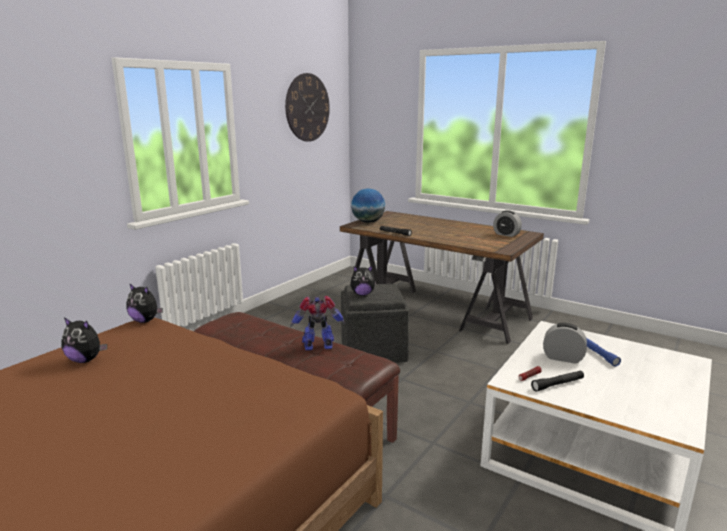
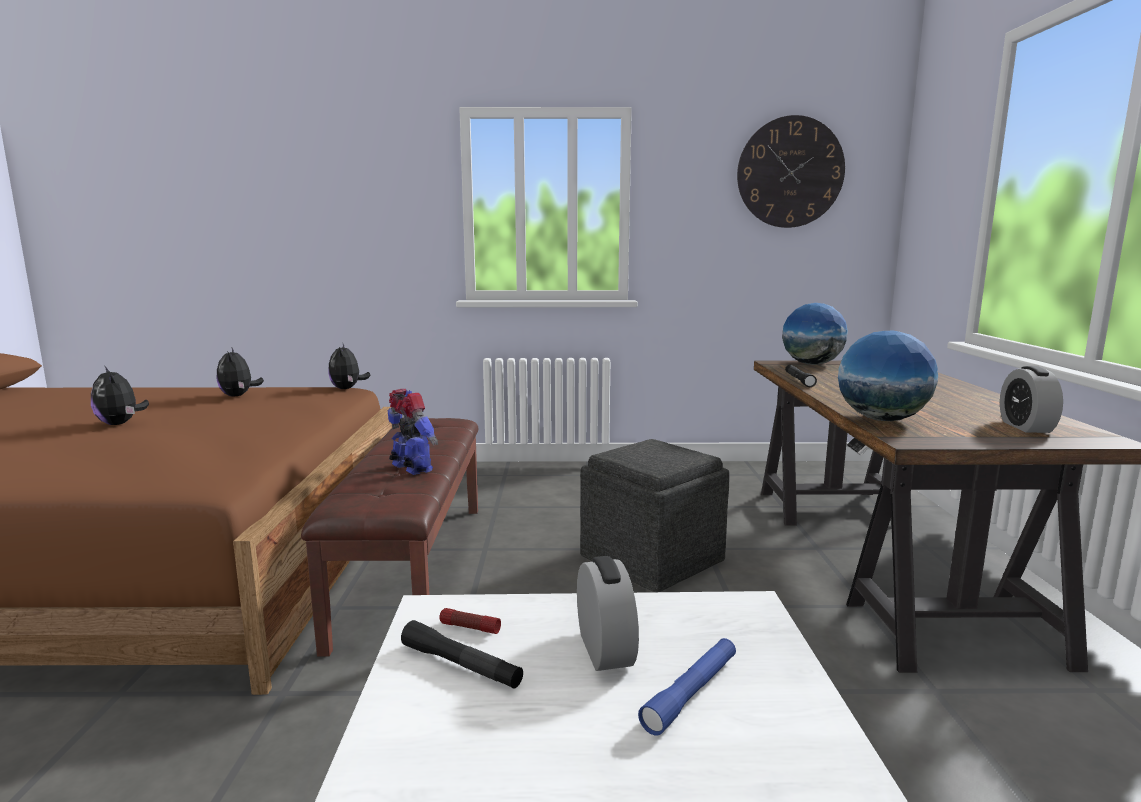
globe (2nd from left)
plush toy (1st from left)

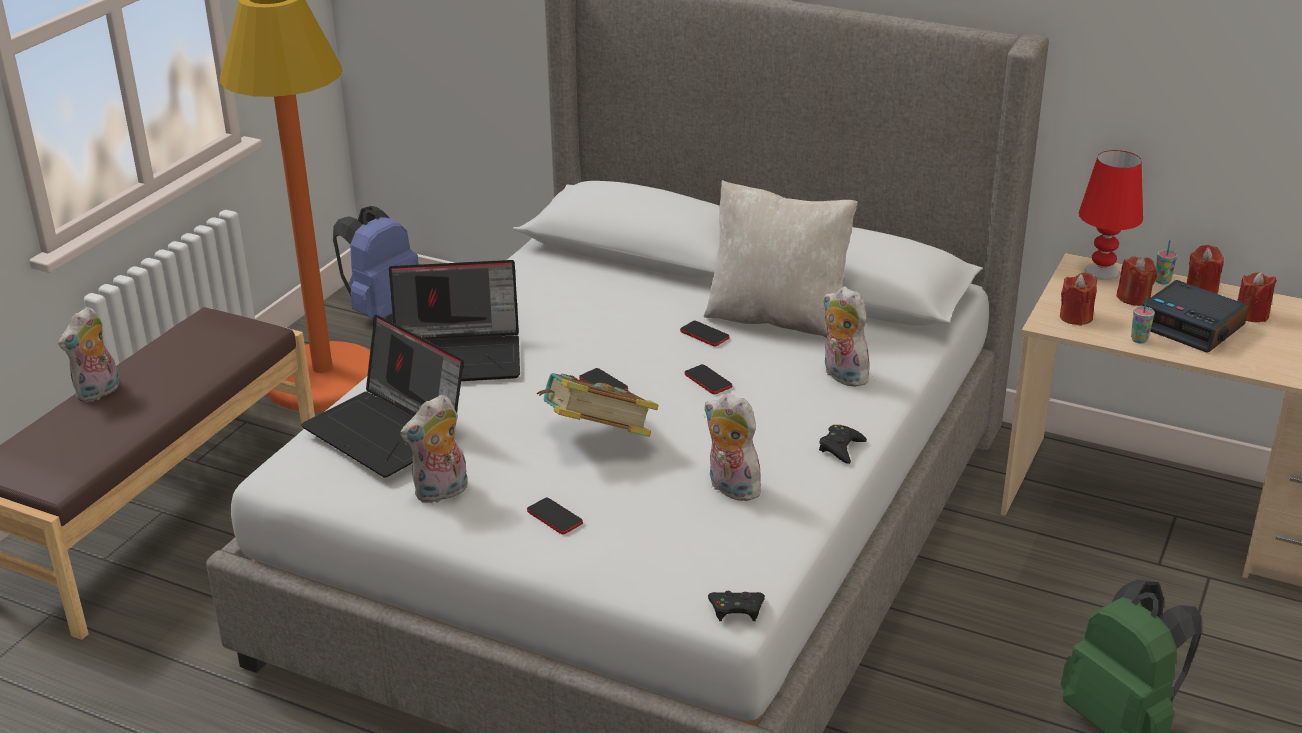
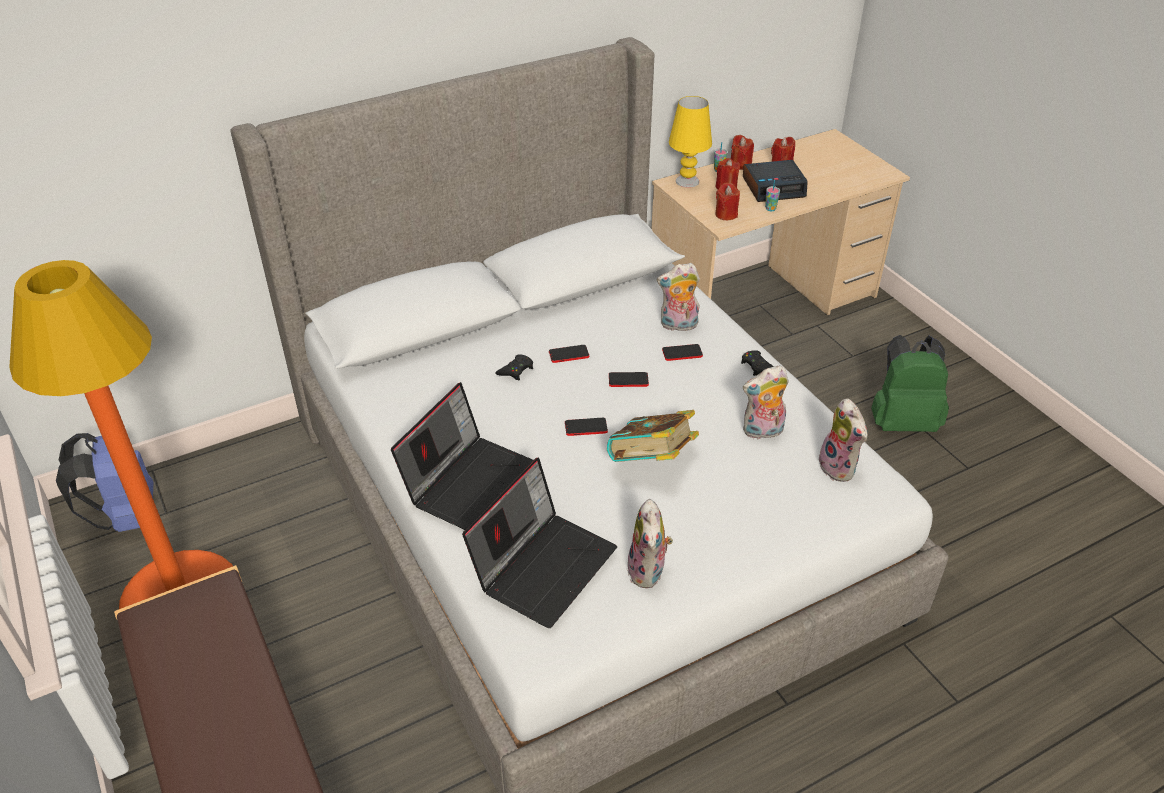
beige pillow
plush toy (4th from left)
phone (4th from left)
black game controller (1st from left)
yellow table lamp
laptop (2nd from left)

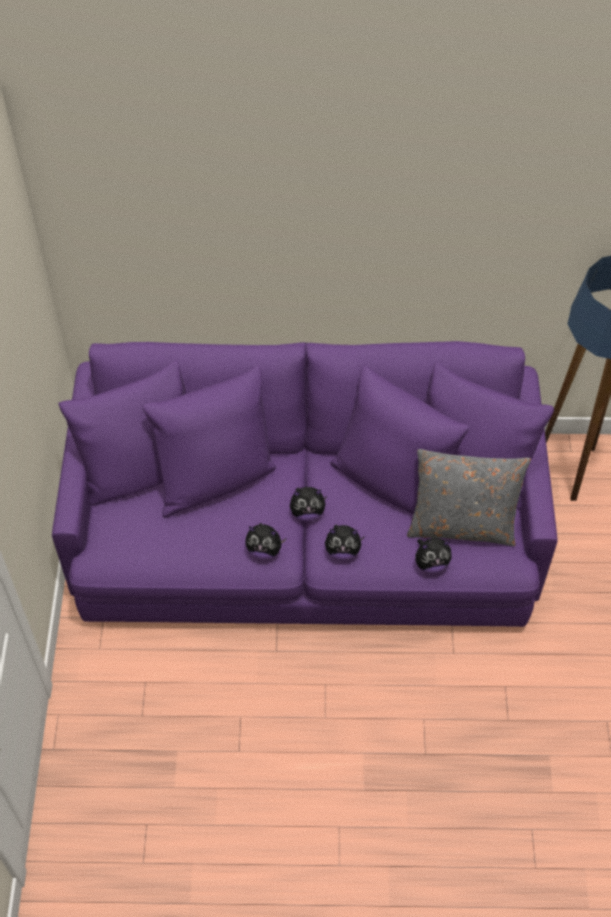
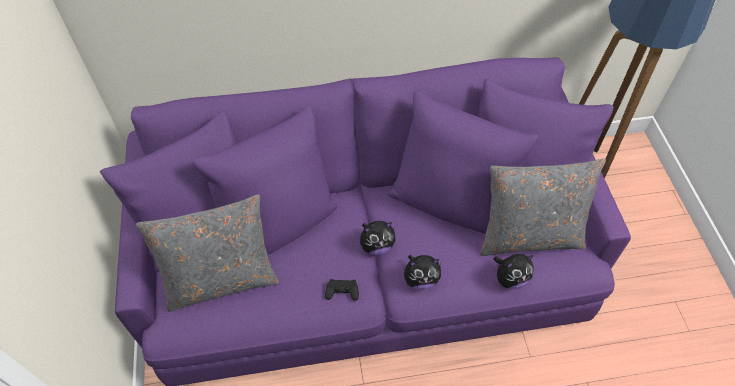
grey pillow (1st from left)
black game controller

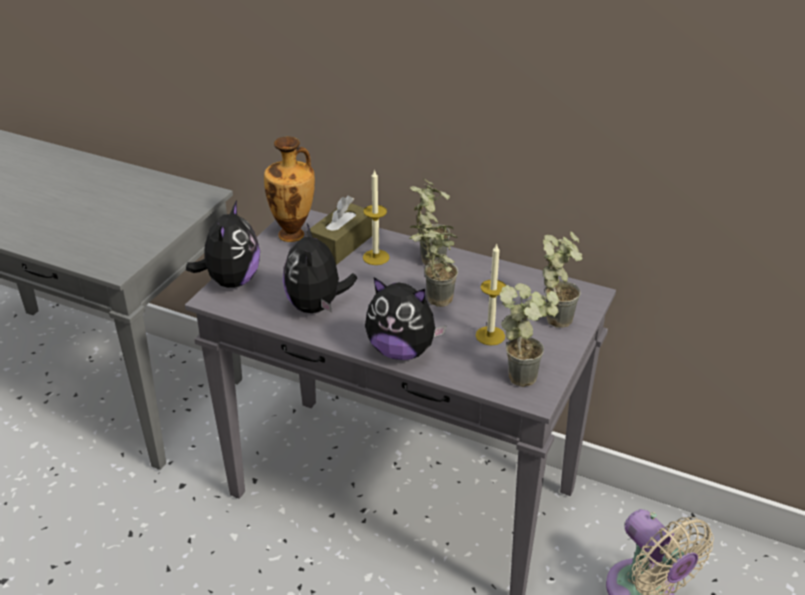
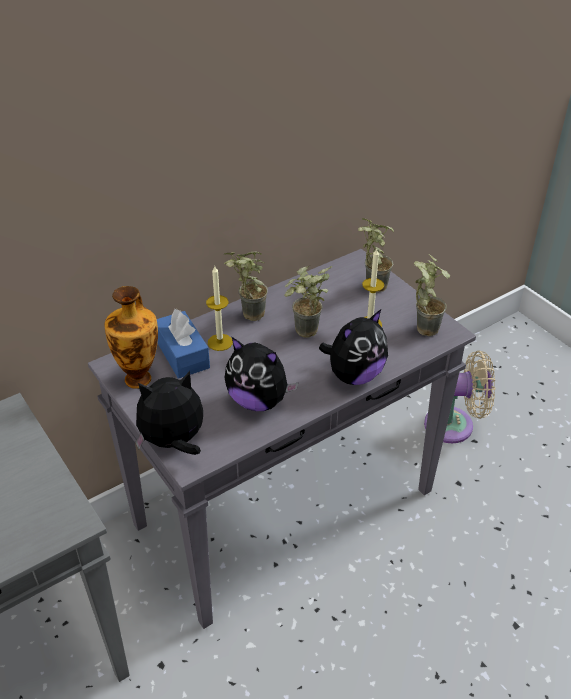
blue tissue box
plush toy (1st from left)

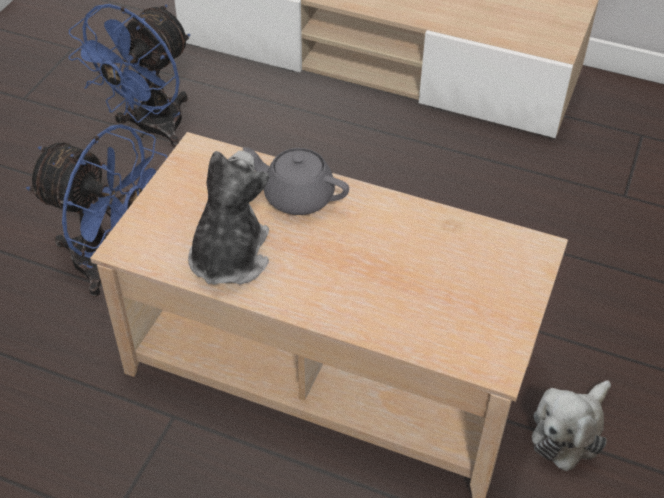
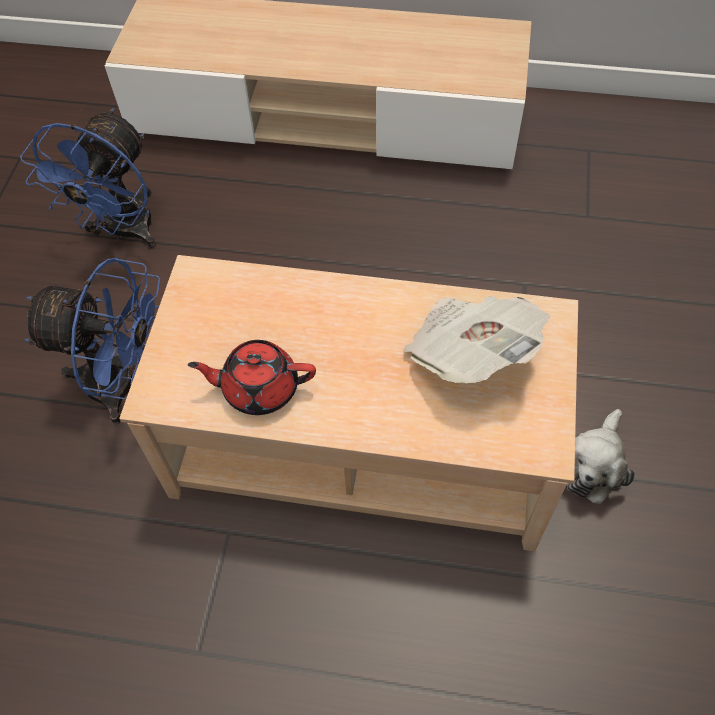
grey teapot
newspaper
red teapot

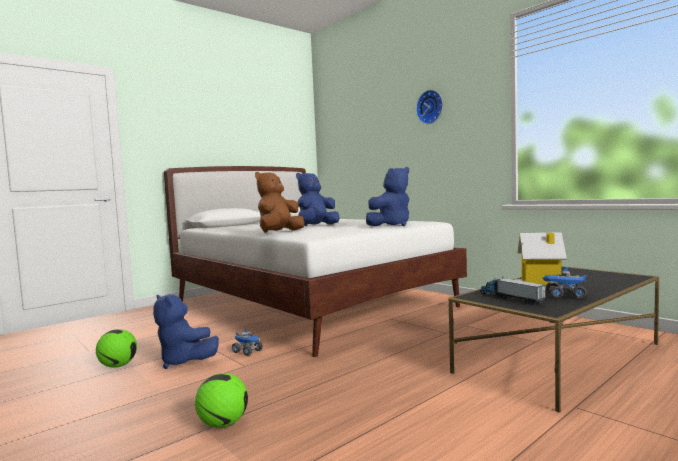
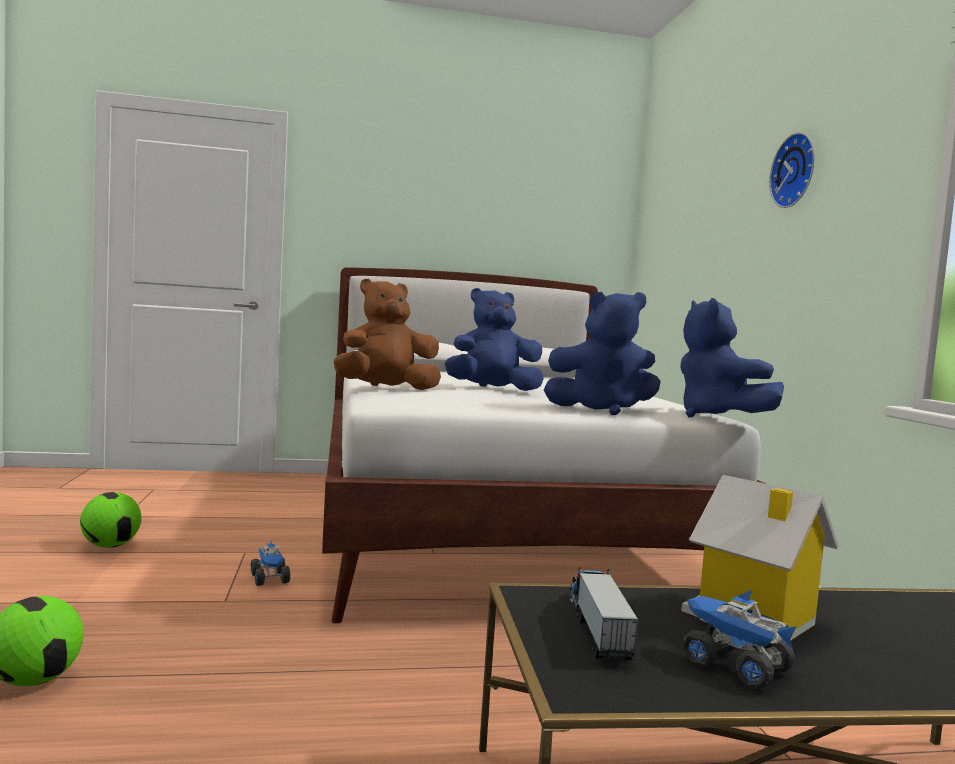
blue plush toy (3rd from left)

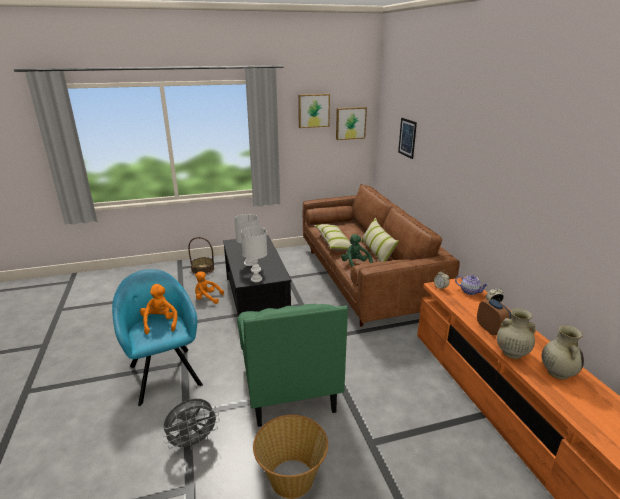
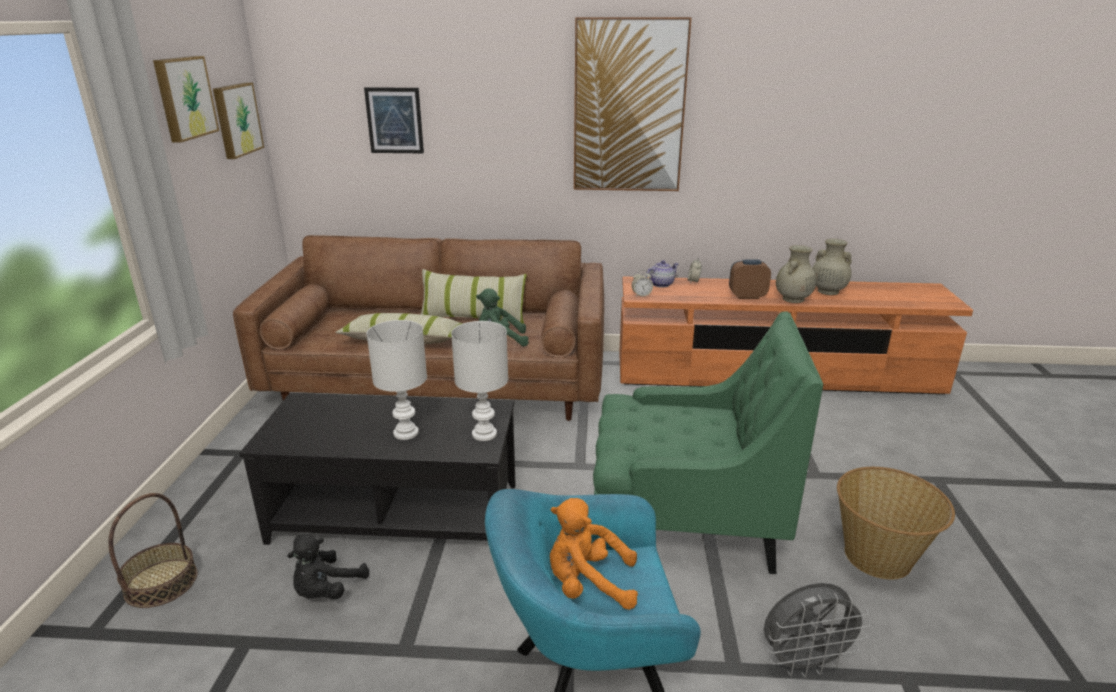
picture (4th from left)
black plush toy
grey fan

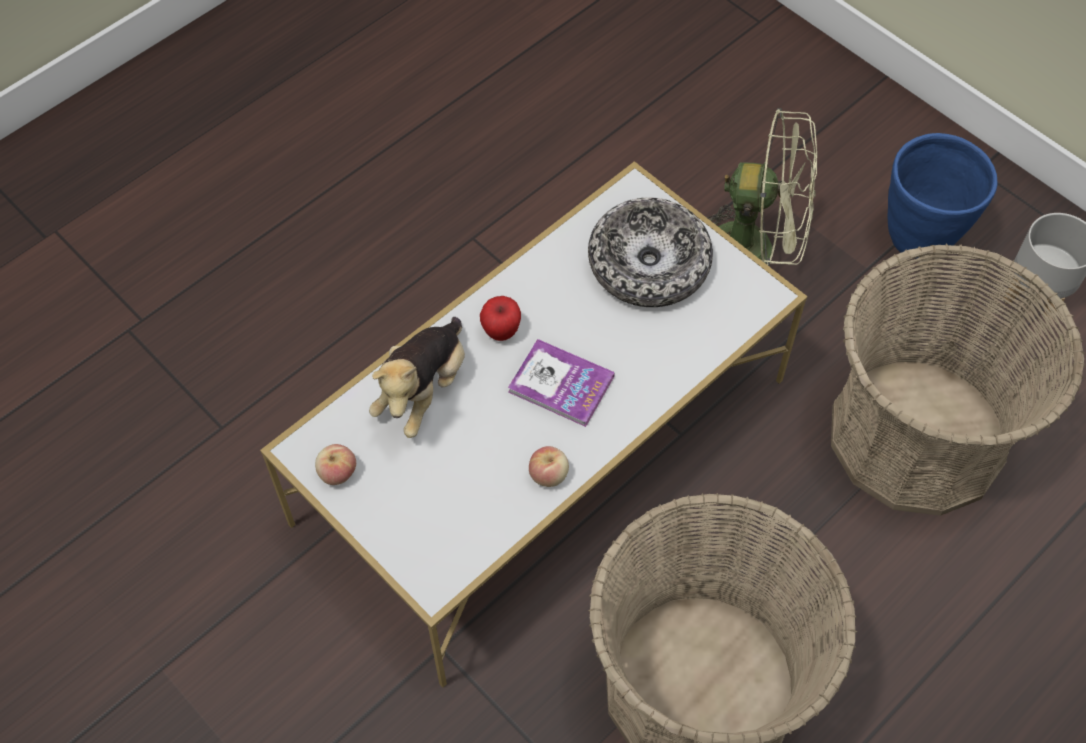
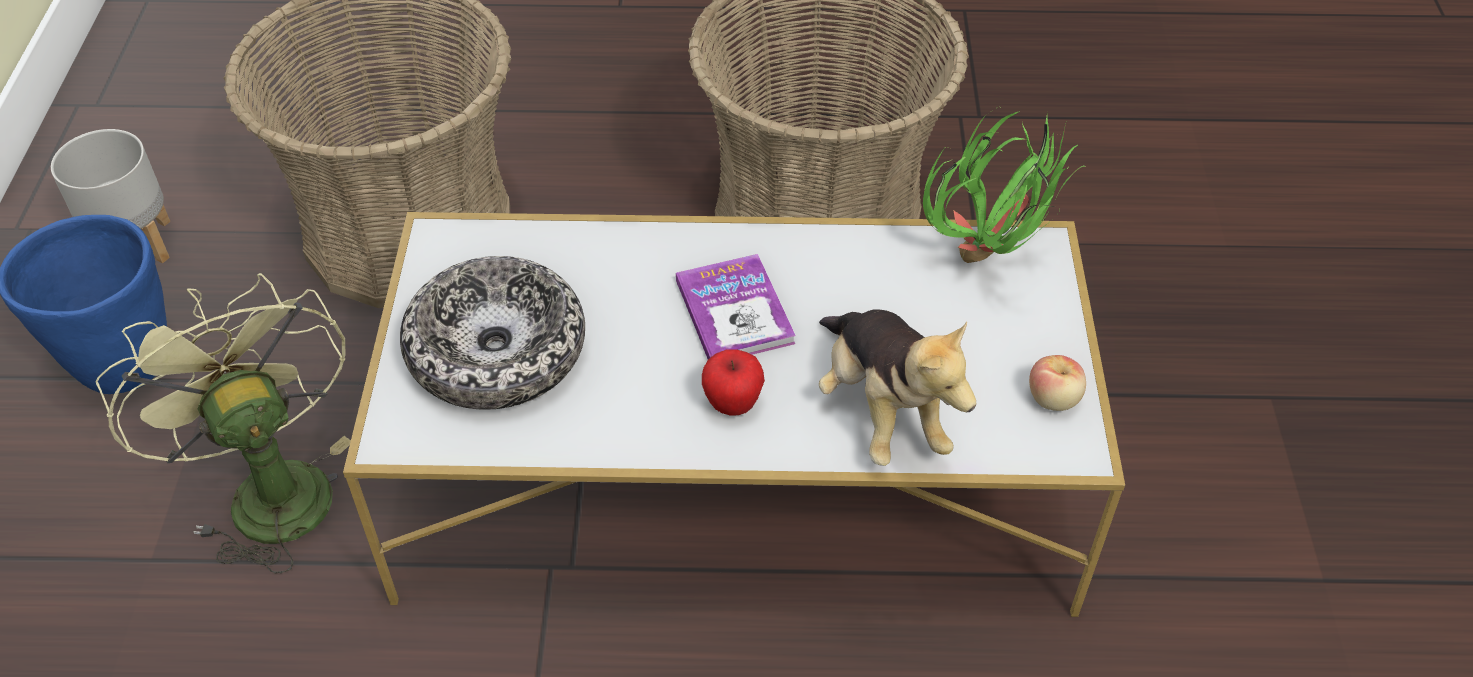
apple (3rd from left in the first image)
potted plant
plush toy

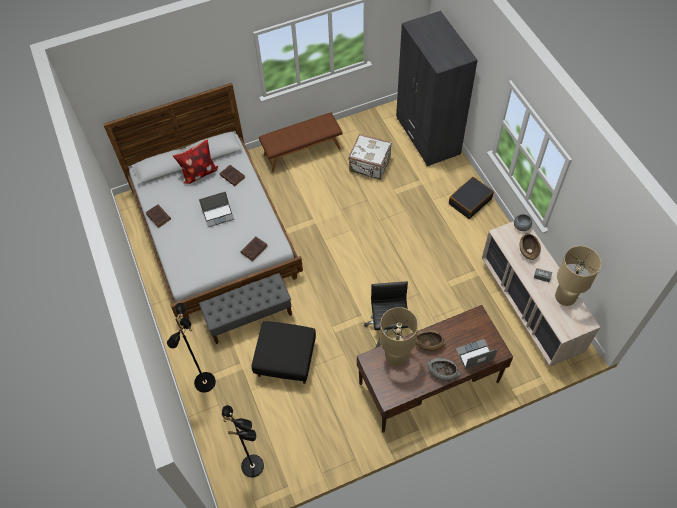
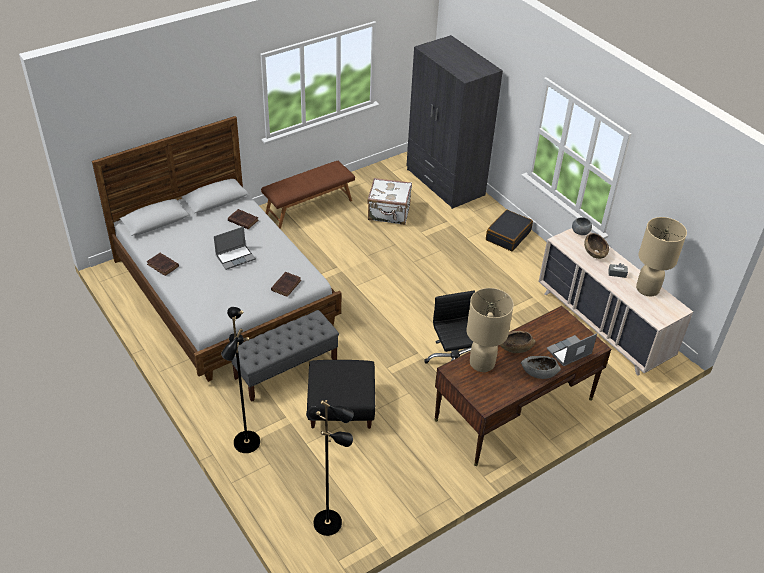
pillow

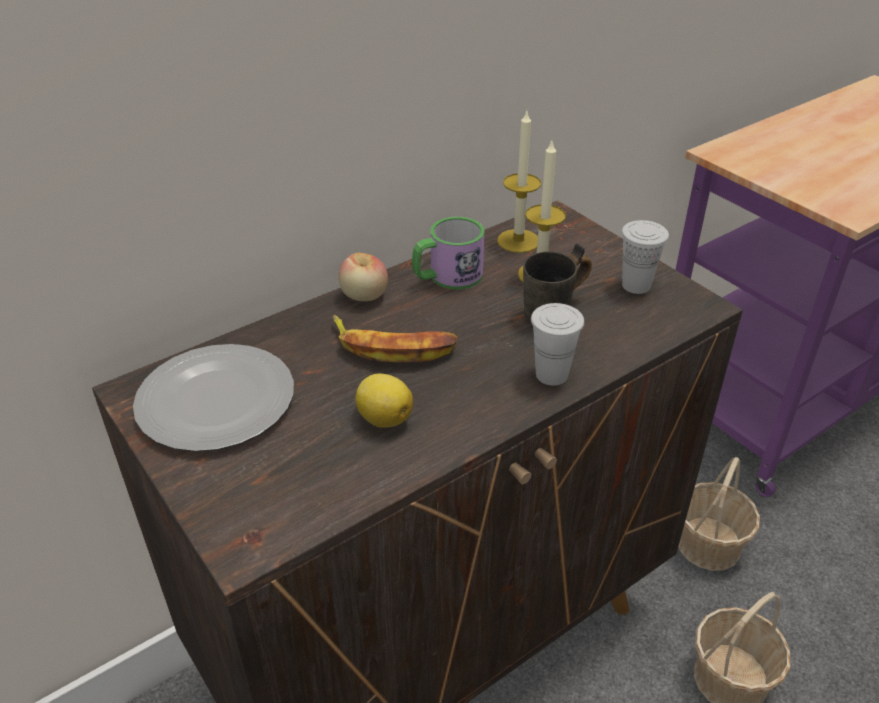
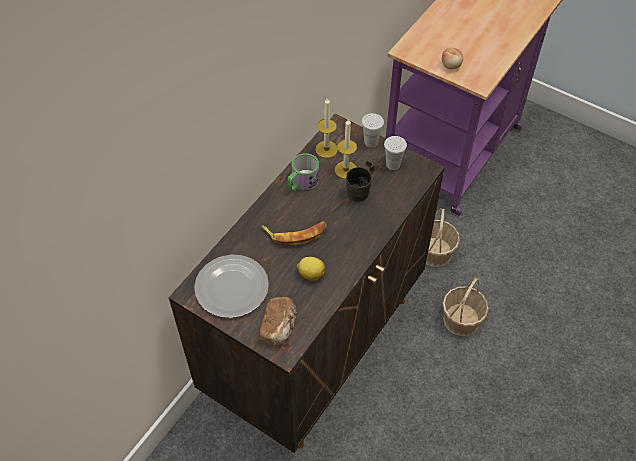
bread
apple
white cup (1st from left)

